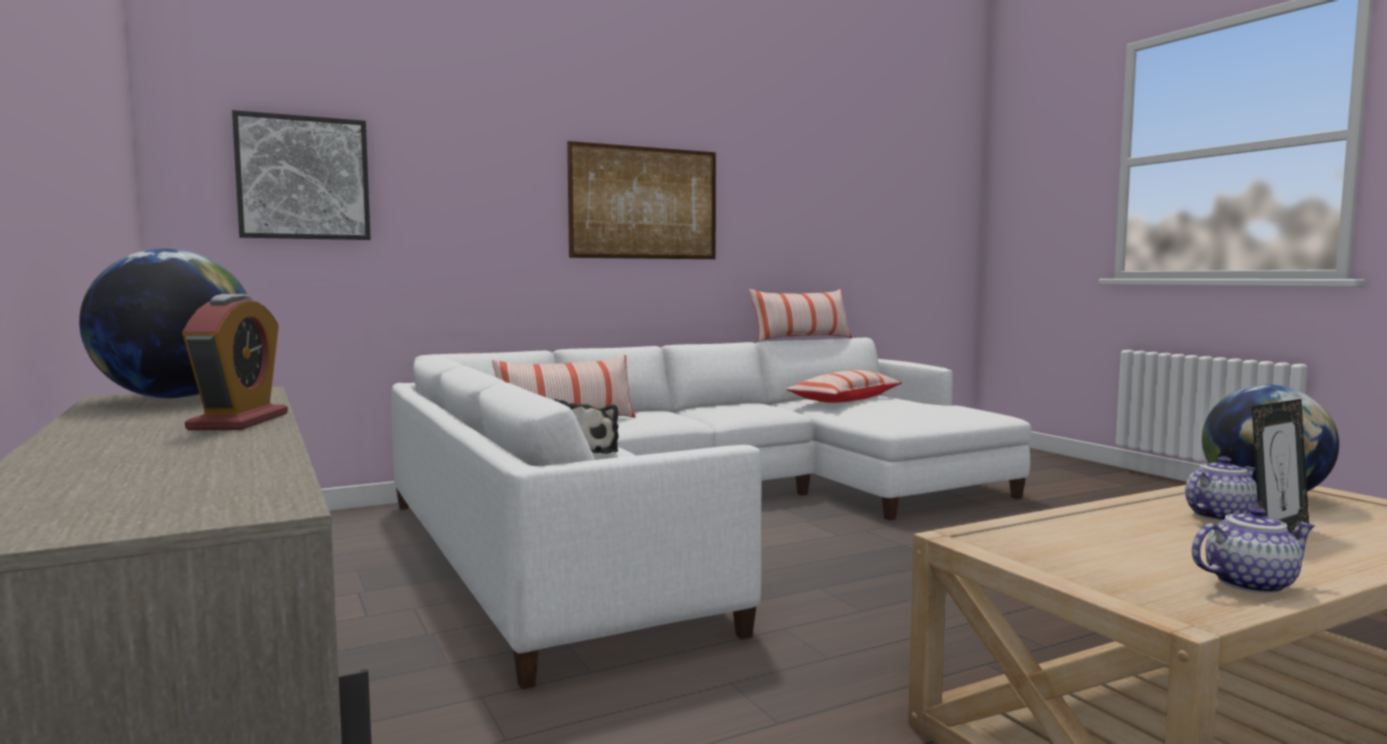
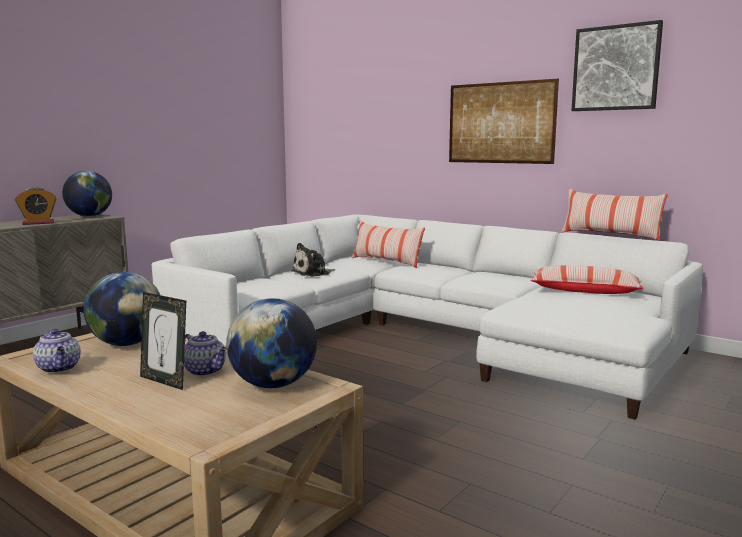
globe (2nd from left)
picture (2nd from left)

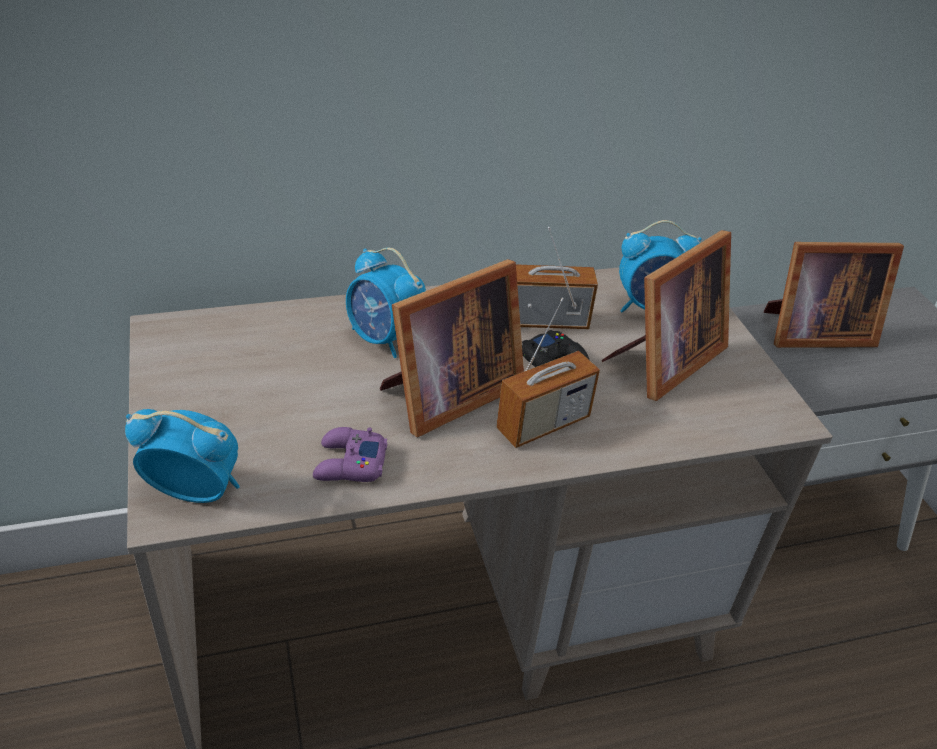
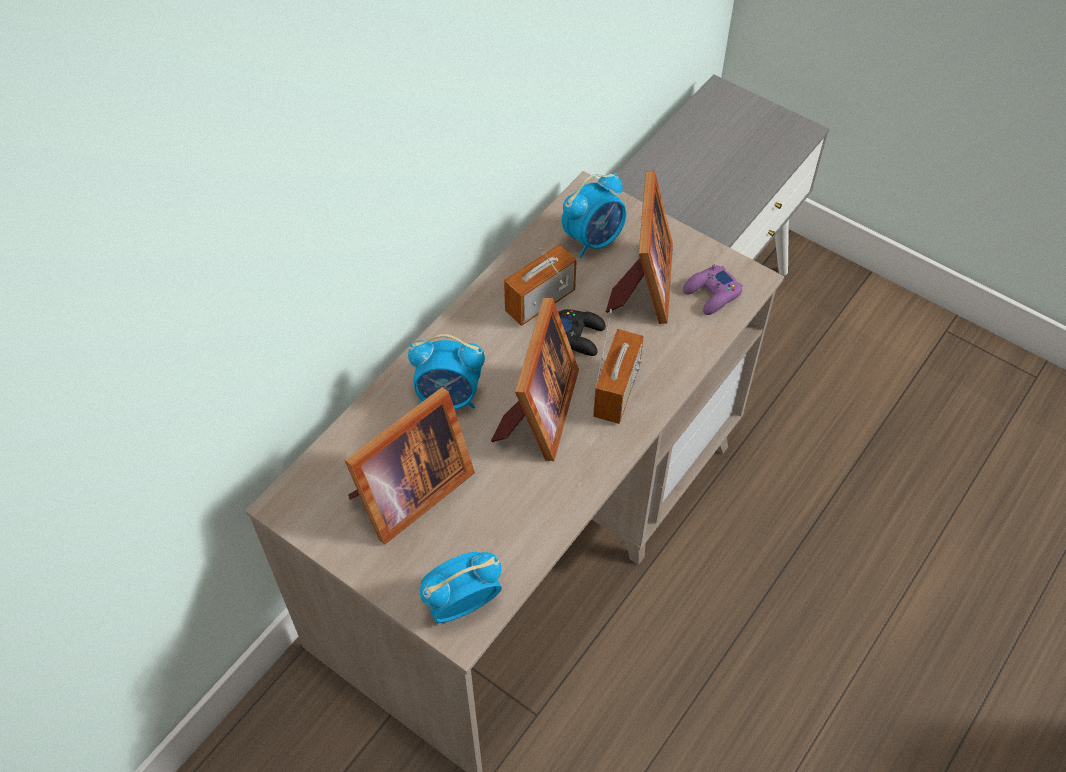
purple game controller
picture frame (1st from left)

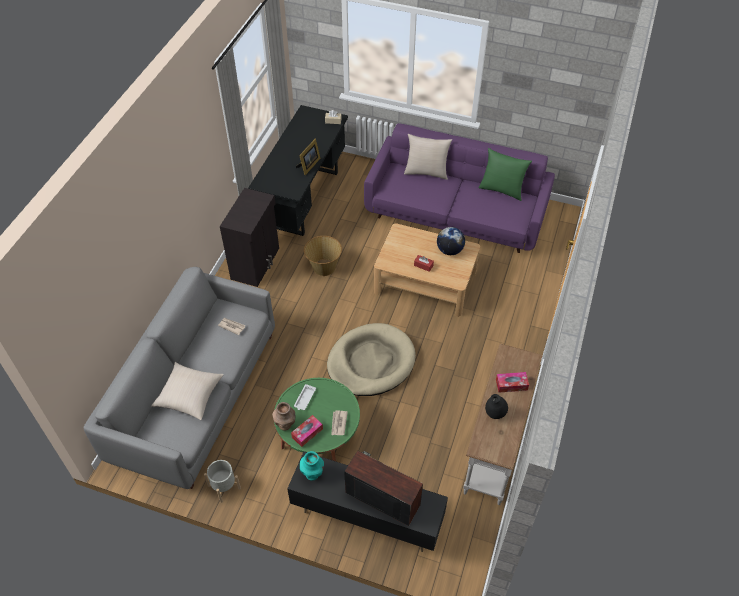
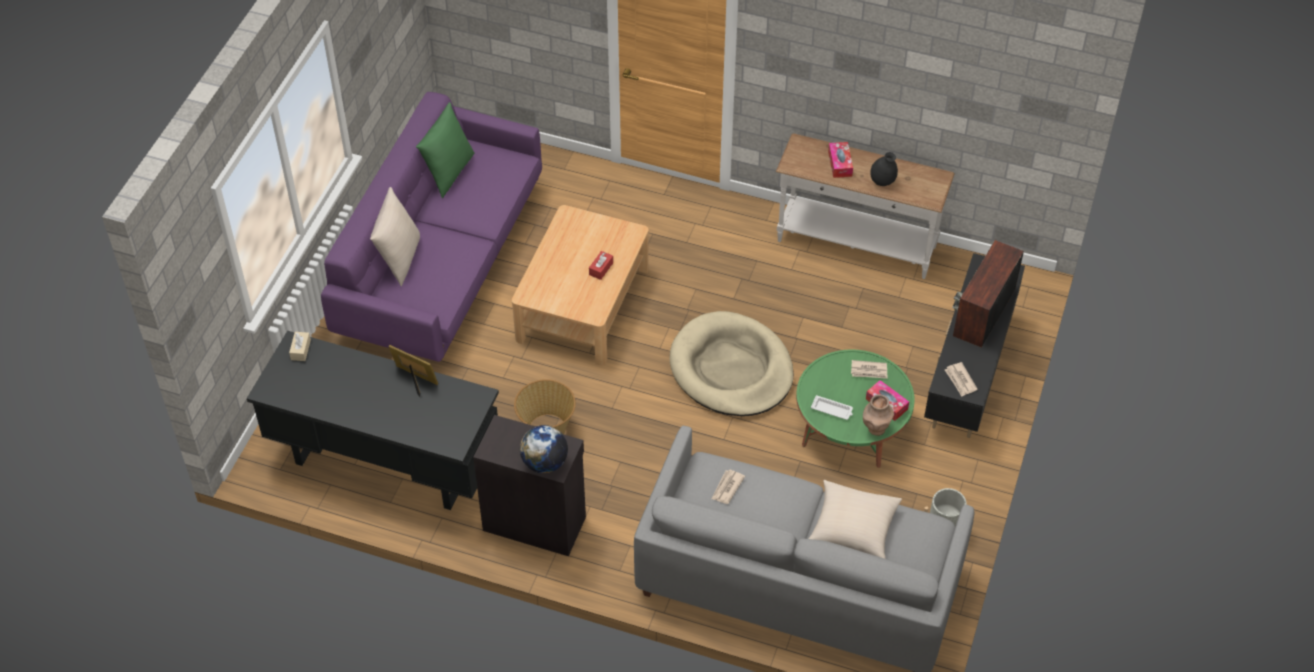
globe
newspaper (3rd from left)

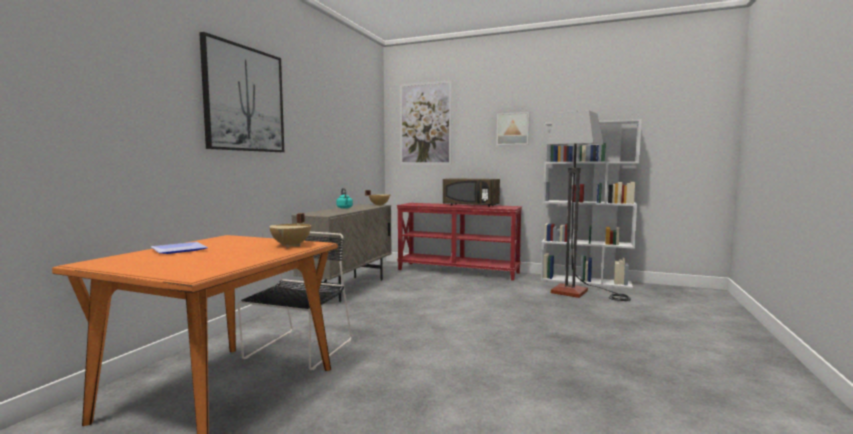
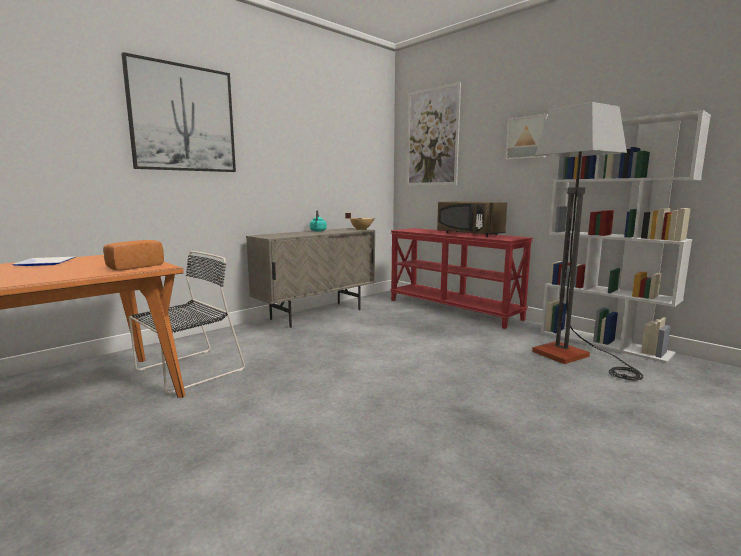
bread

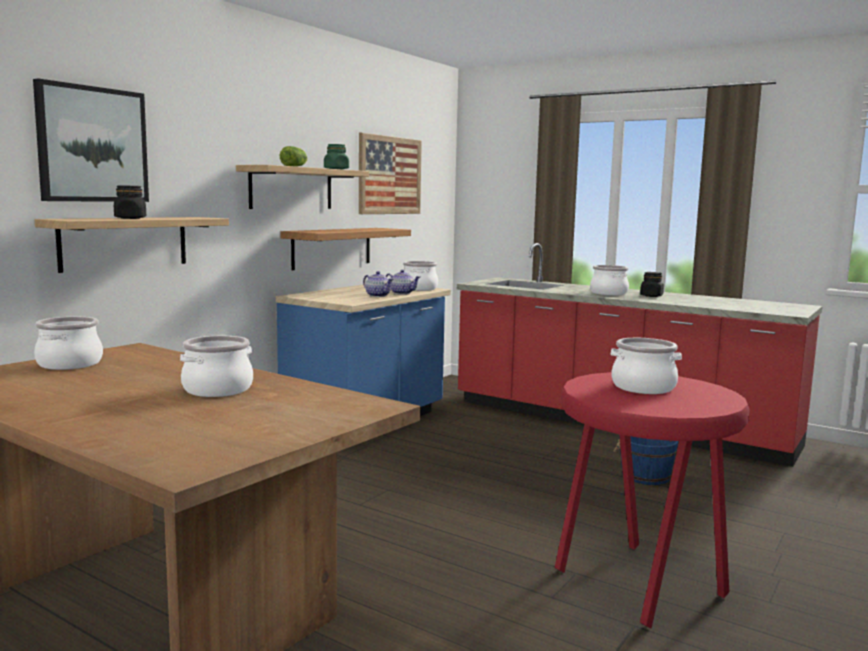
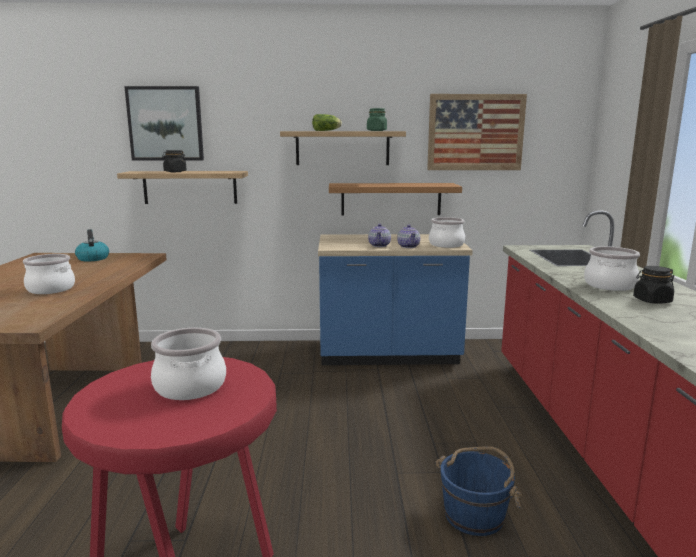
kettle

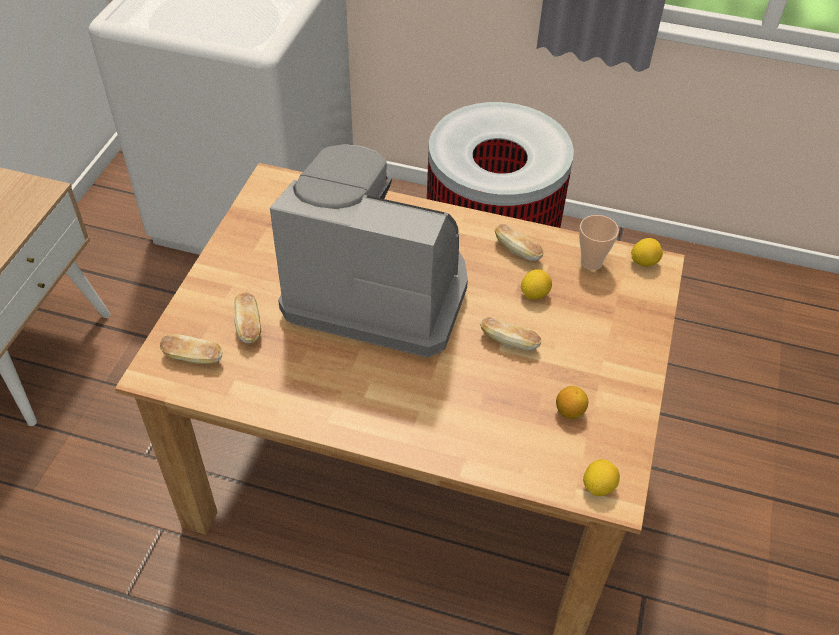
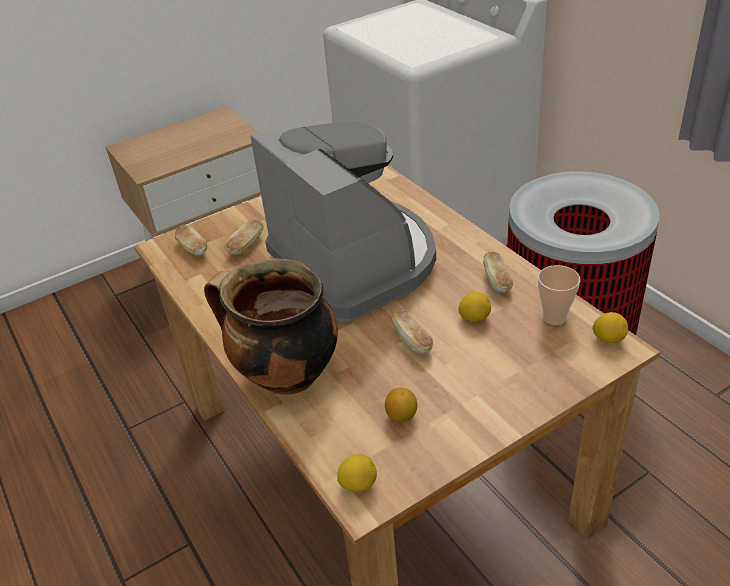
cooking pot

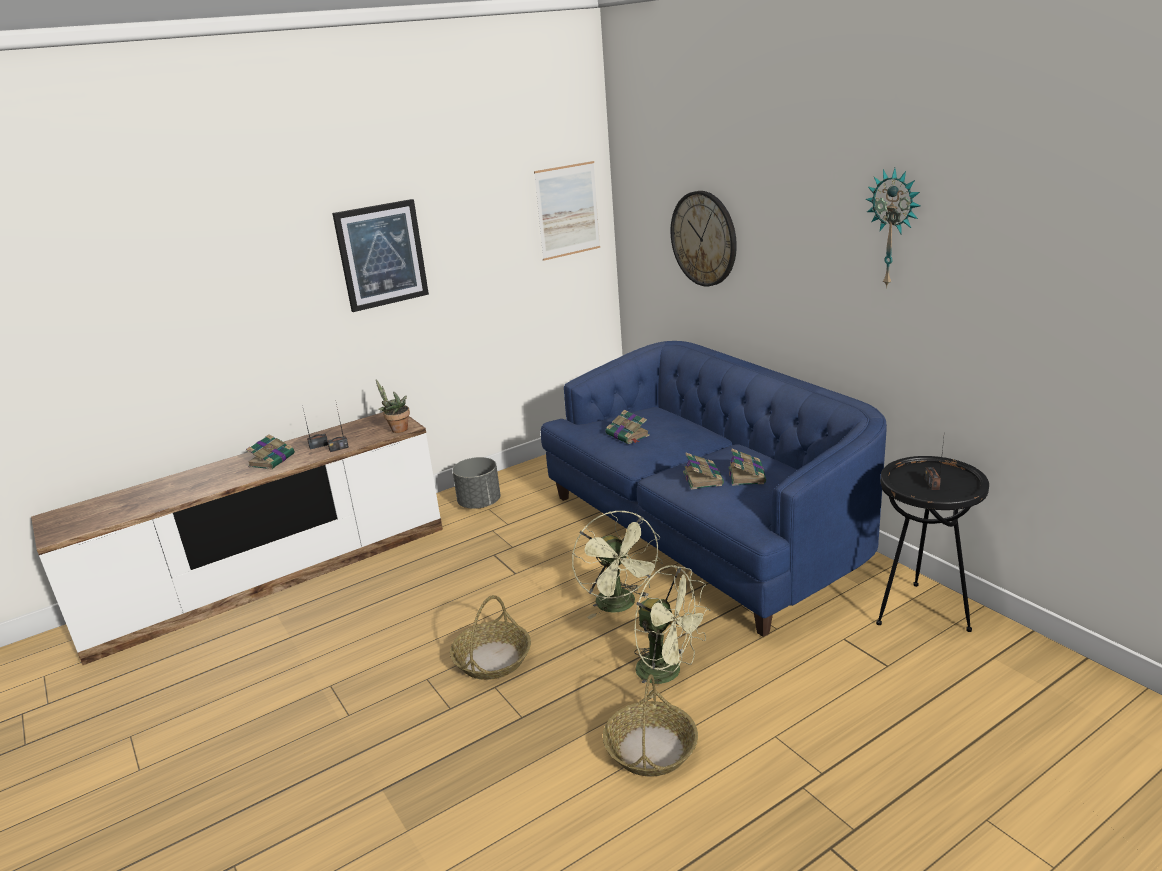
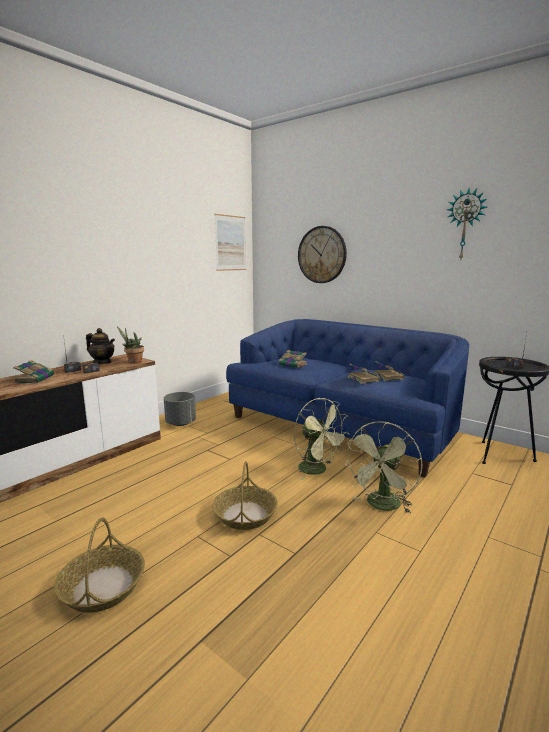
picture (1st from left in the first image)
teapot
basket (1st from left)
green fan (2nd from left)

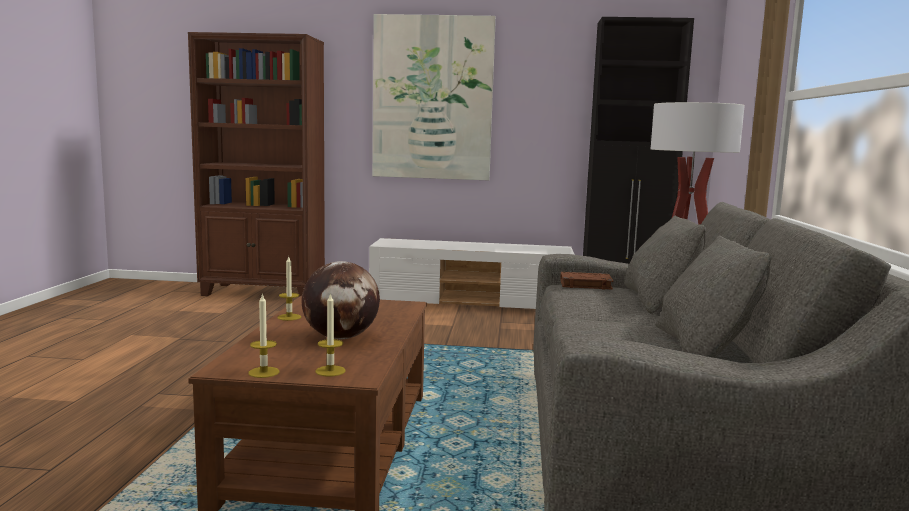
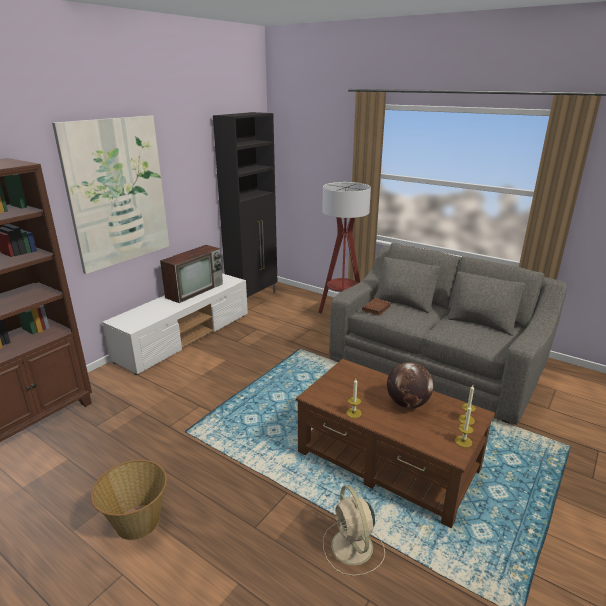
basket
television
beige fan

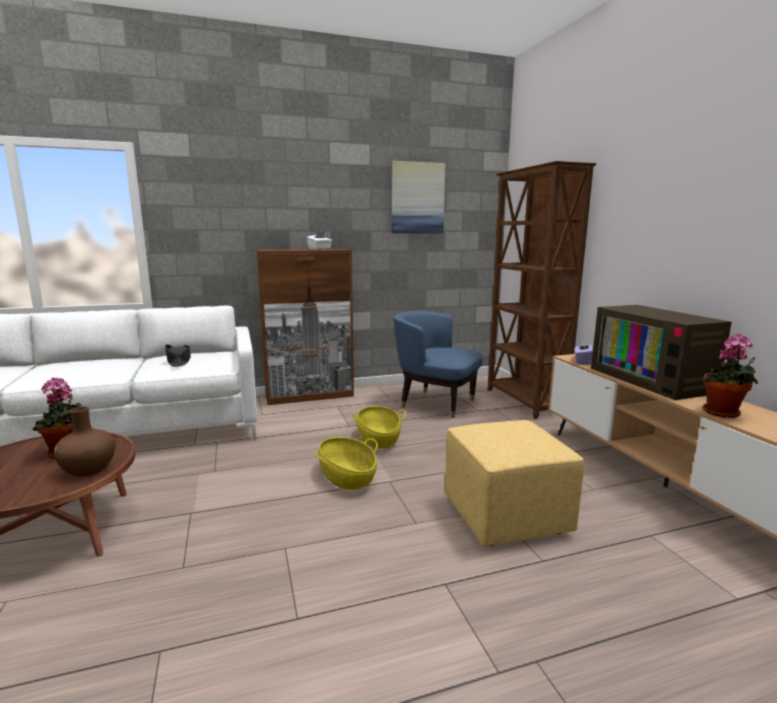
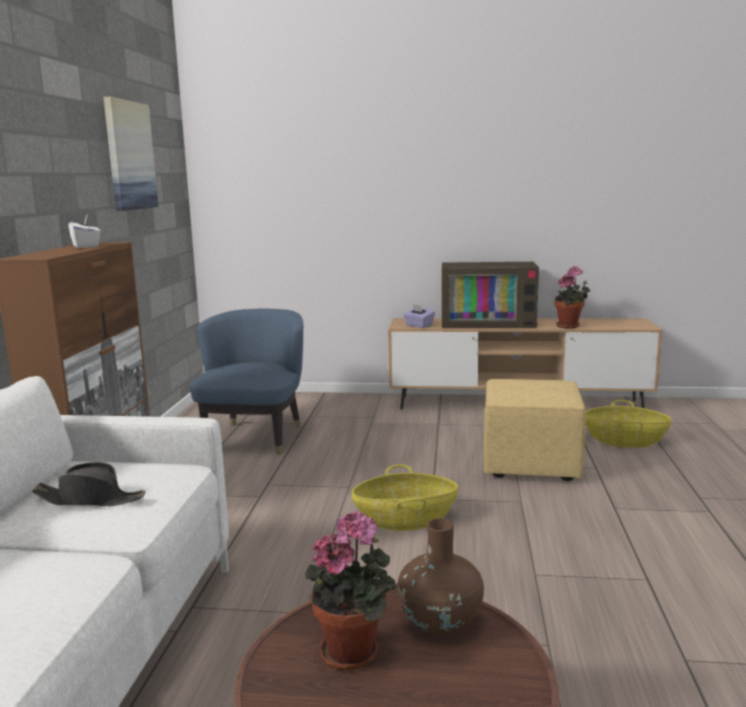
brown bookcase
basket (2nd from left)
blue armchair

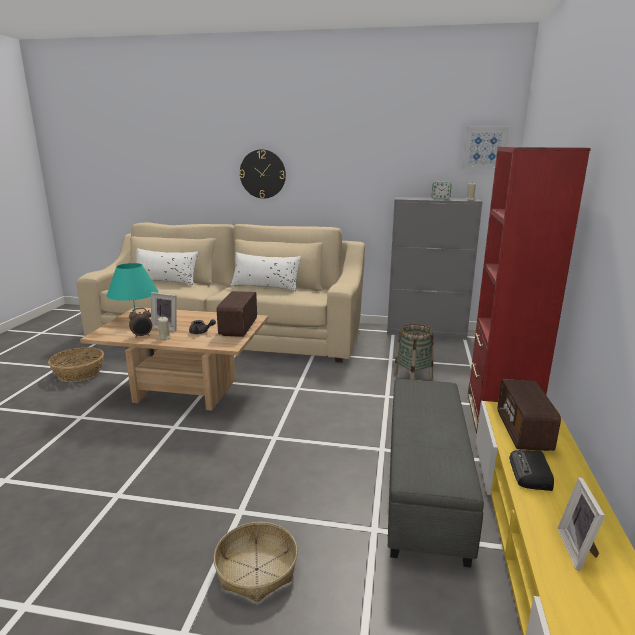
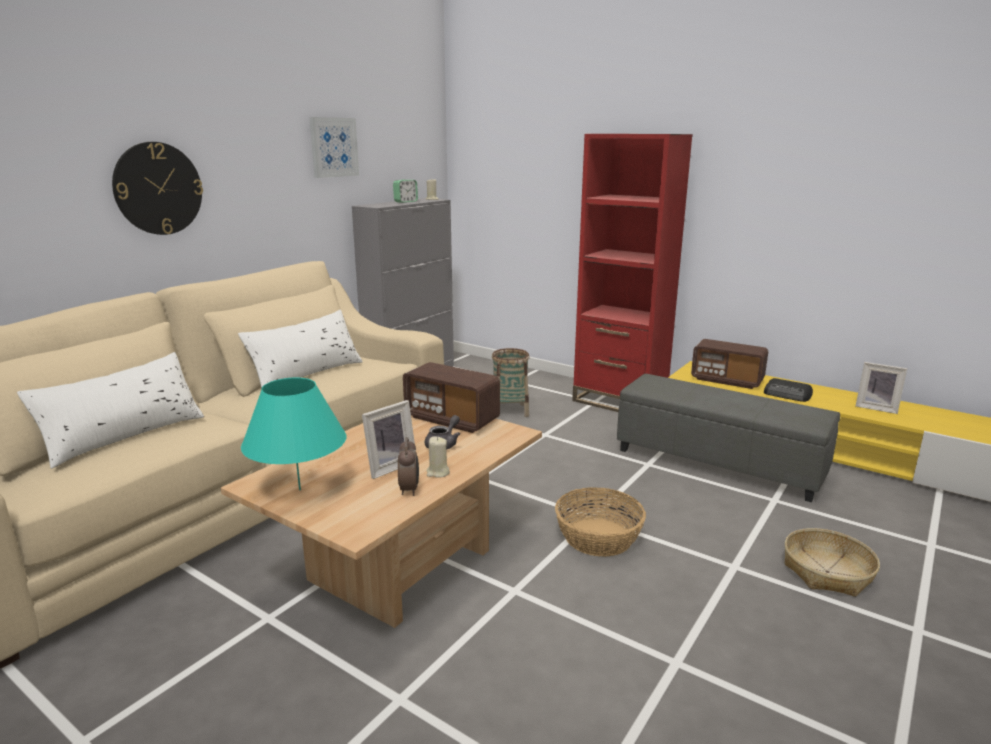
basket (2nd from left)
picture

